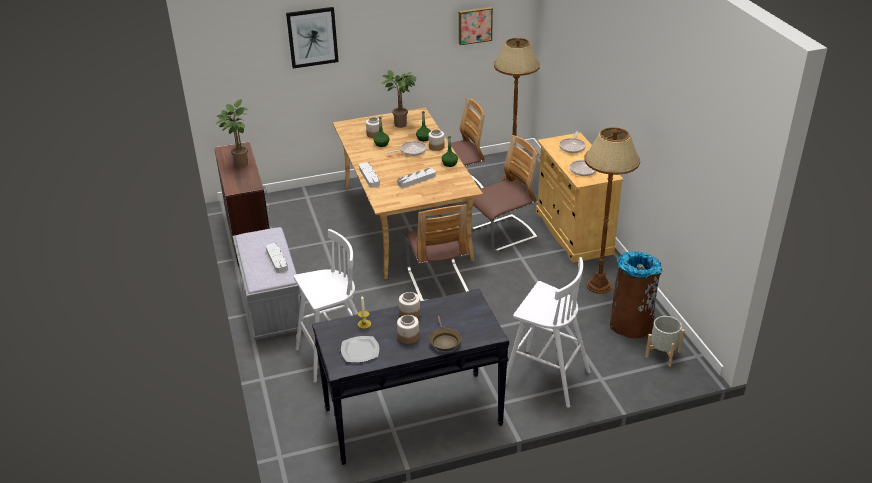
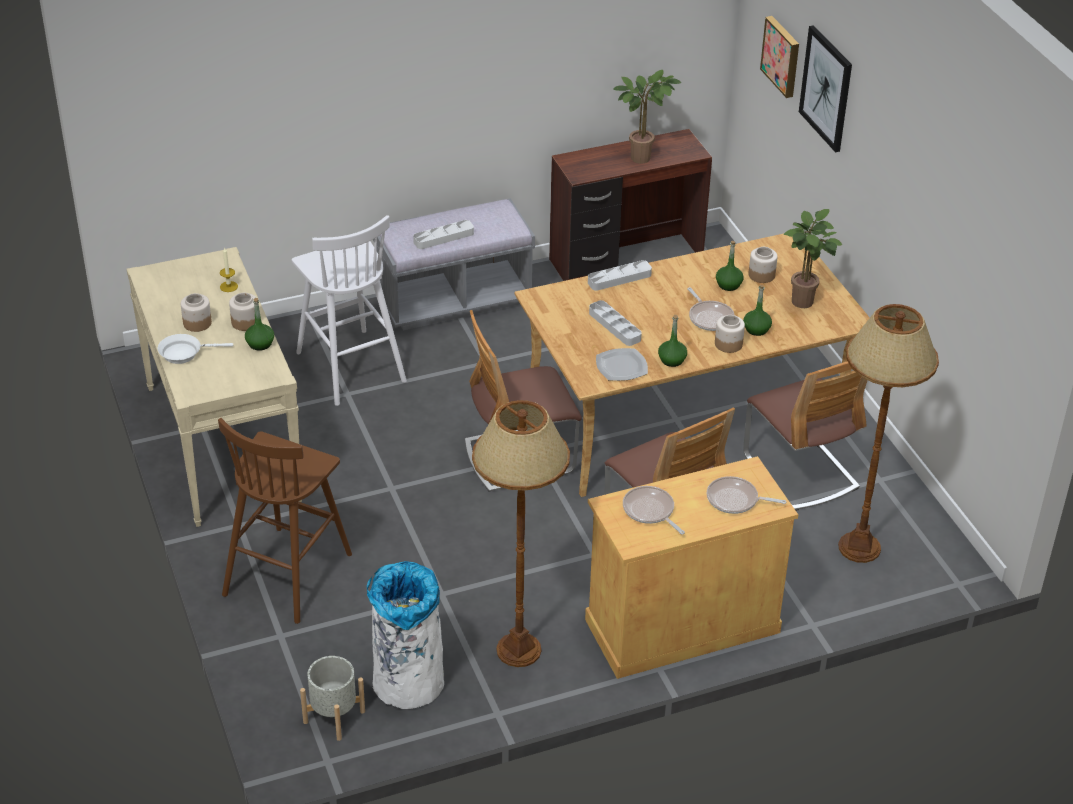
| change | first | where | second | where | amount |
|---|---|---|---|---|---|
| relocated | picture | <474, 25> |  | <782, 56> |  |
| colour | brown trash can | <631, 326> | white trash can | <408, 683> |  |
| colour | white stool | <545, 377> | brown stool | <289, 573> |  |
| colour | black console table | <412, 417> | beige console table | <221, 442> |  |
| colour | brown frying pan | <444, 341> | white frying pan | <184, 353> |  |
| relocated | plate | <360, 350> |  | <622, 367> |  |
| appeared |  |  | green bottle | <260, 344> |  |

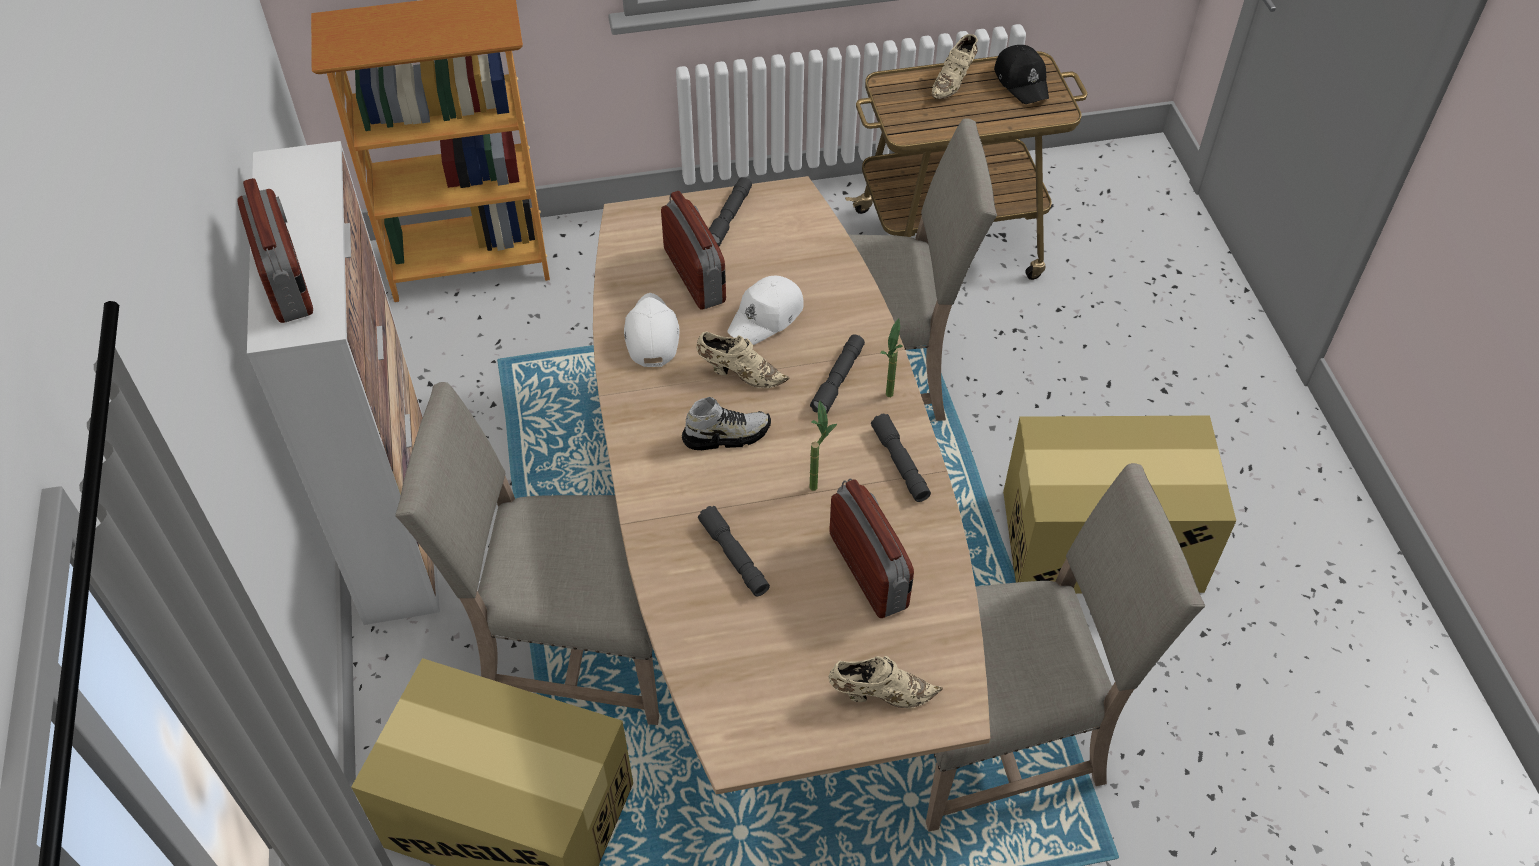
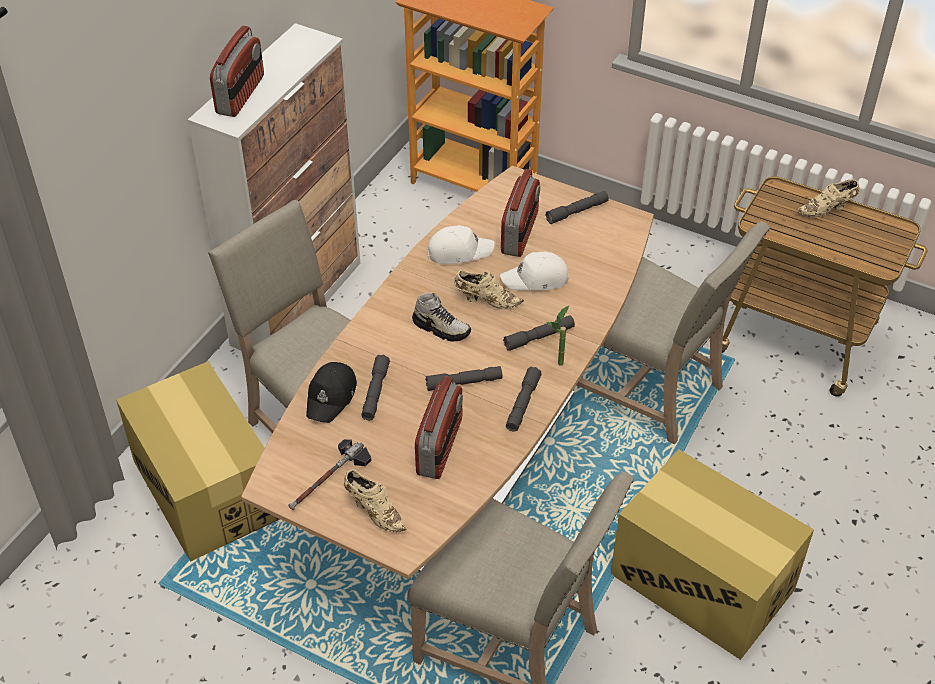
| change | first | where | second | where | amount |
|---|---|---|---|---|---|
| relocated | black cap | <1022, 81> |  | <331, 397> |  |
| spun | white cap | <651, 335> |  | <459, 251> | 45 degrees clockwise |
| spun | beige shoe | <739, 373> |  | <486, 300> | 45 degrees counterclockwise |
| exchanged | potted plant | <816, 481> | grey flashlight | <464, 383> |  |
| appeared |  |  | hammer | <328, 480> |  |

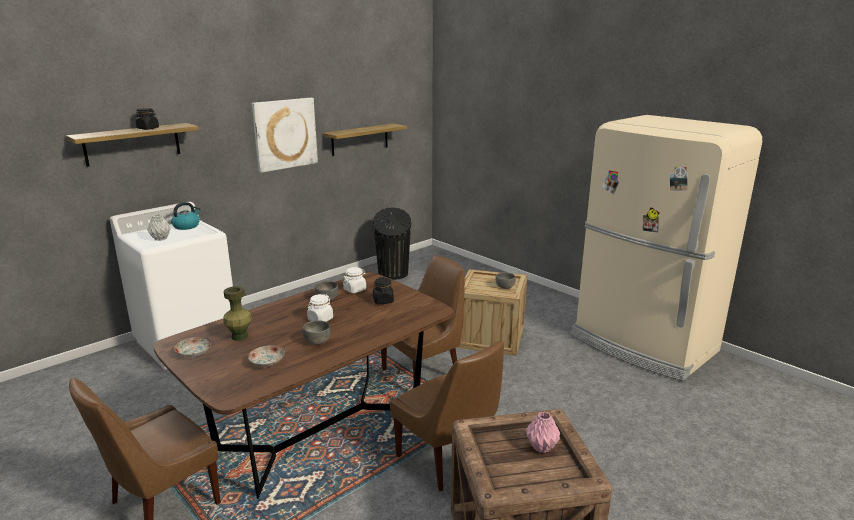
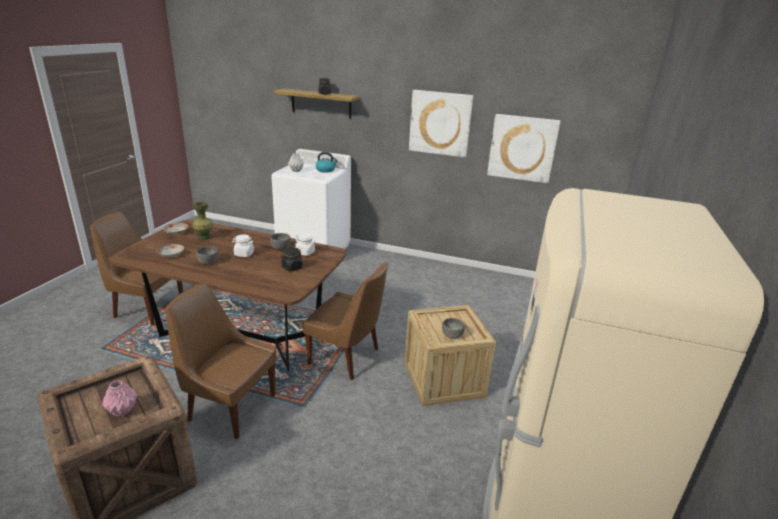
| change | first | where | second | where | amount |
|---|---|---|---|---|---|
| exchanged | shelf | <360, 139> | picture | <522, 148> |  |
| missing | black trash can | <393, 274> |  |  |  |
| spun | brown chair | <448, 459> |  | <229, 406> | 90 degrees clockwise |

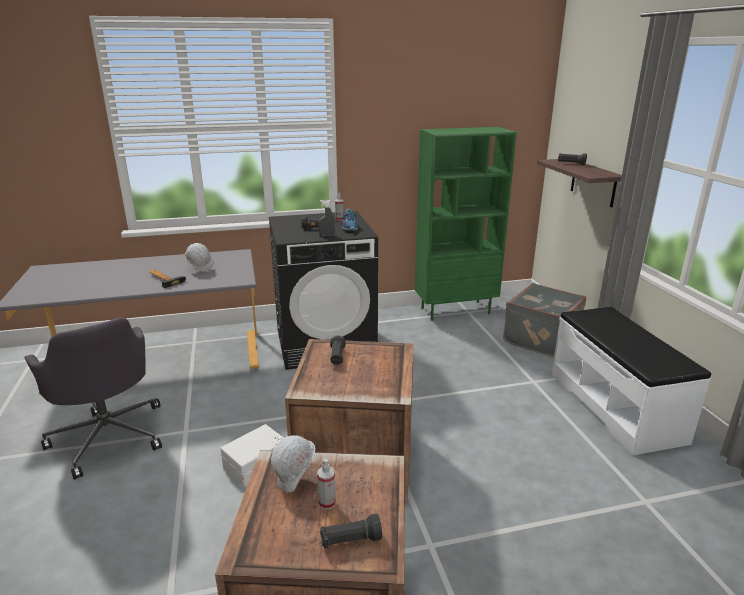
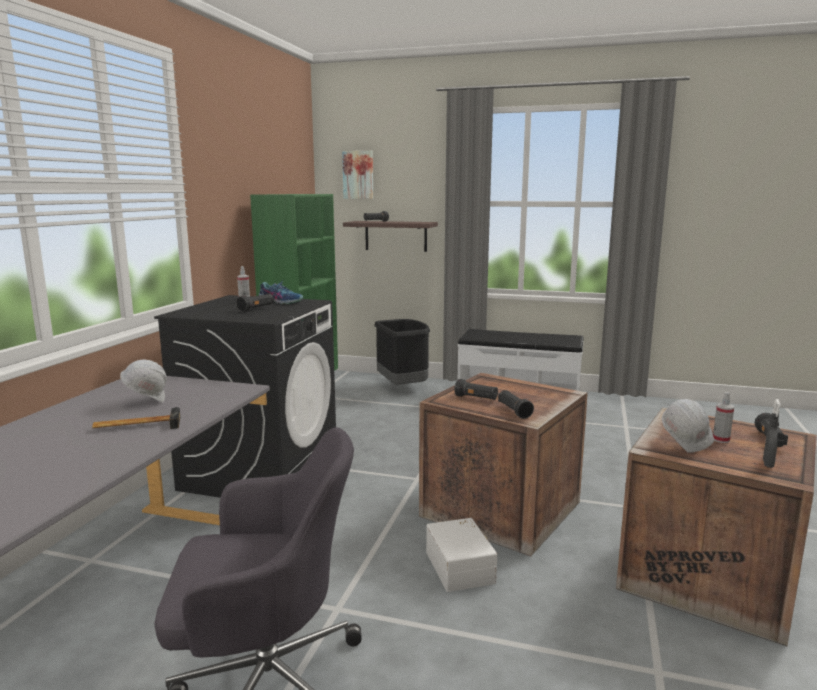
| change | first | where | second | where | amount |
|---|---|---|---|---|---|
| relocated | grey spray bottle | <326, 235> |  | <768, 464> |  |
| exchanged | grey suitcase | <543, 339> | black trash can | <402, 388> |  |
| appeared |  |  | picture | <358, 175> |  |
| appeared |  |  | black flashlight | <514, 411> |  |

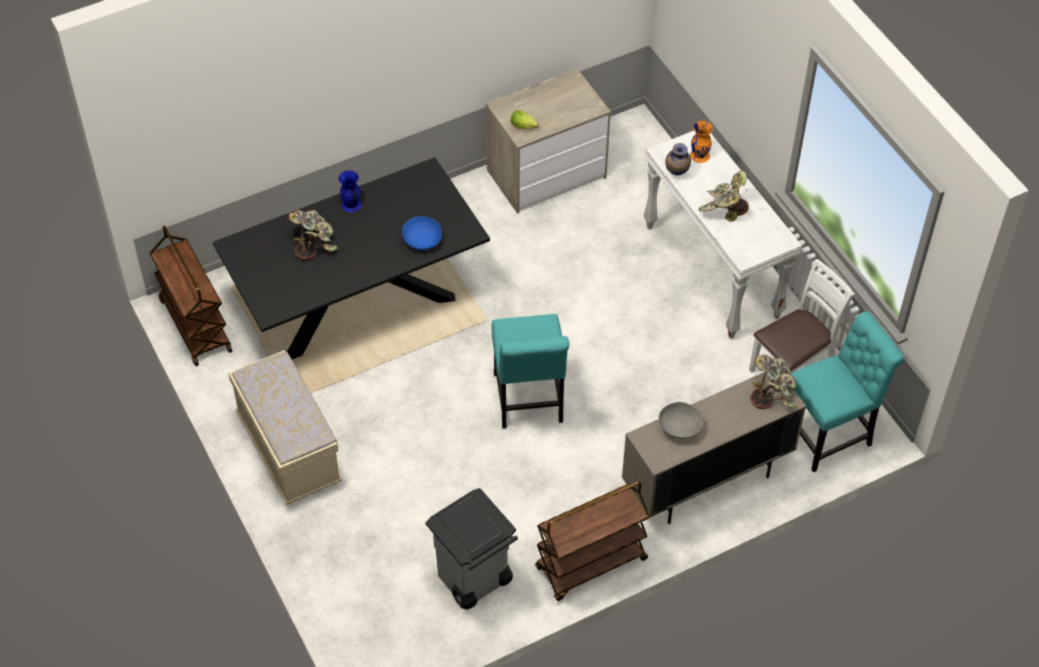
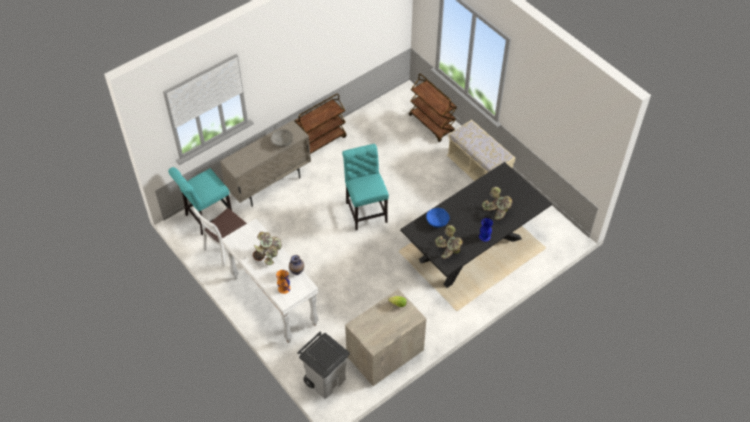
| change | first | where | second | where | amount |
|---|---|---|---|---|---|
| relocated | brown cart | <195, 325> |  | <432, 124> |  |
| relocated | potted plant | <772, 391> |  | <448, 250> |  |
| relocated | grey trash can | <473, 580> |  | <325, 380> |  |

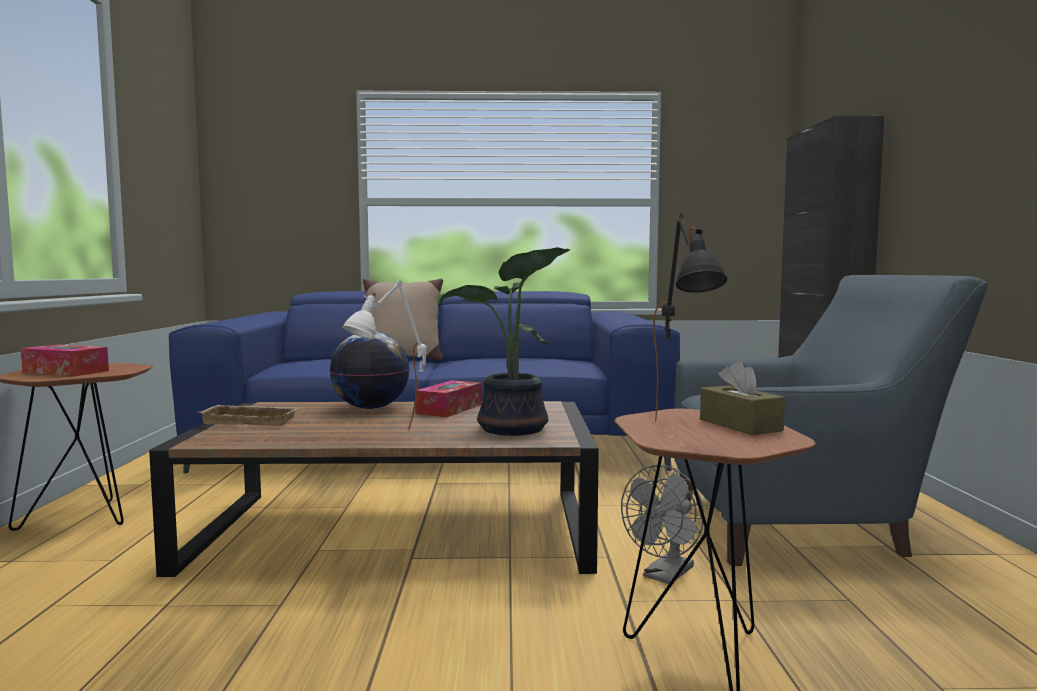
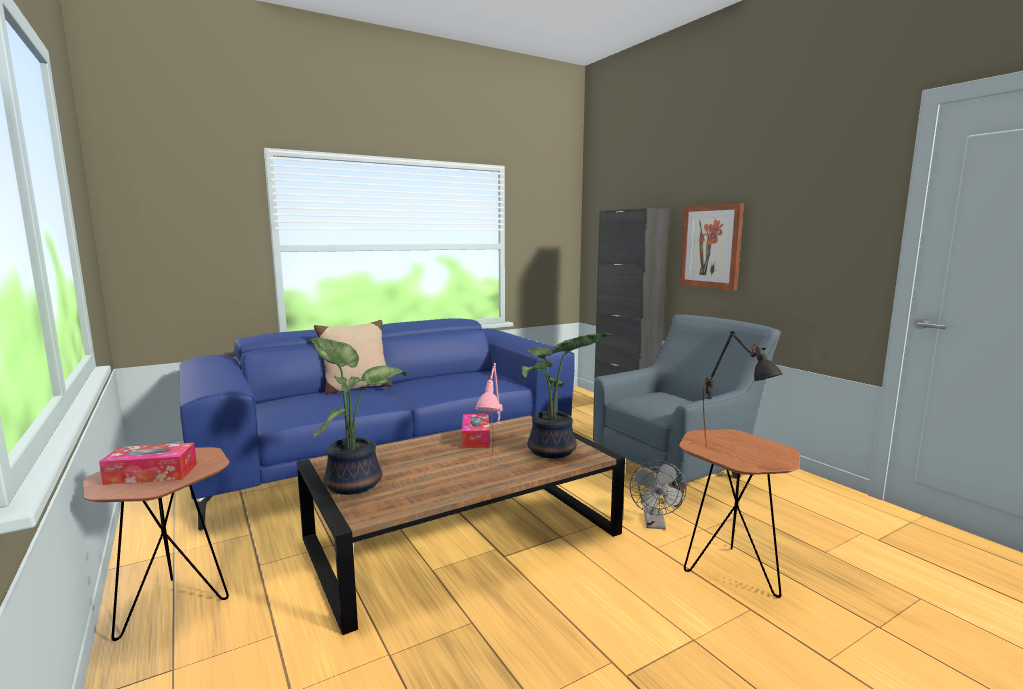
| change | first | where | second | where | amount |
|---|---|---|---|---|---|
| colour | white table lamp | <390, 438> | pink table lamp | <494, 477> |  |
| missing | globe | <371, 408> |  |  |  |
| missing | brown tissue box | <740, 425> |  |  |  |
| exchanged | beige tray | <252, 421> | potted plant | <354, 482> |  |
| appeared |  |  | picture | <711, 246> |  |

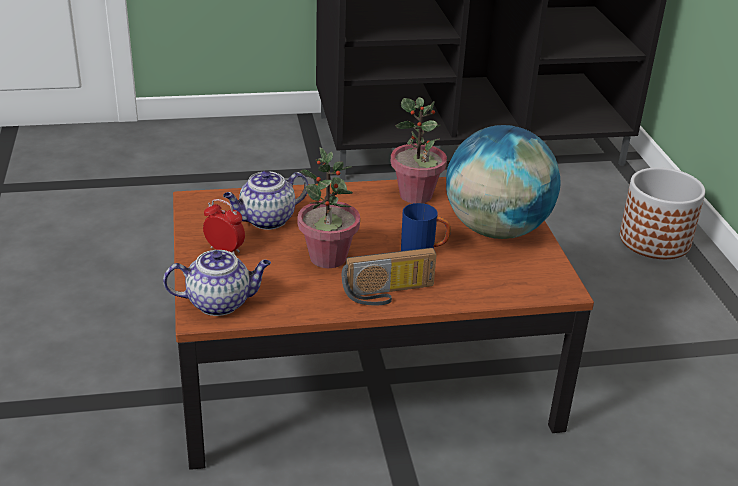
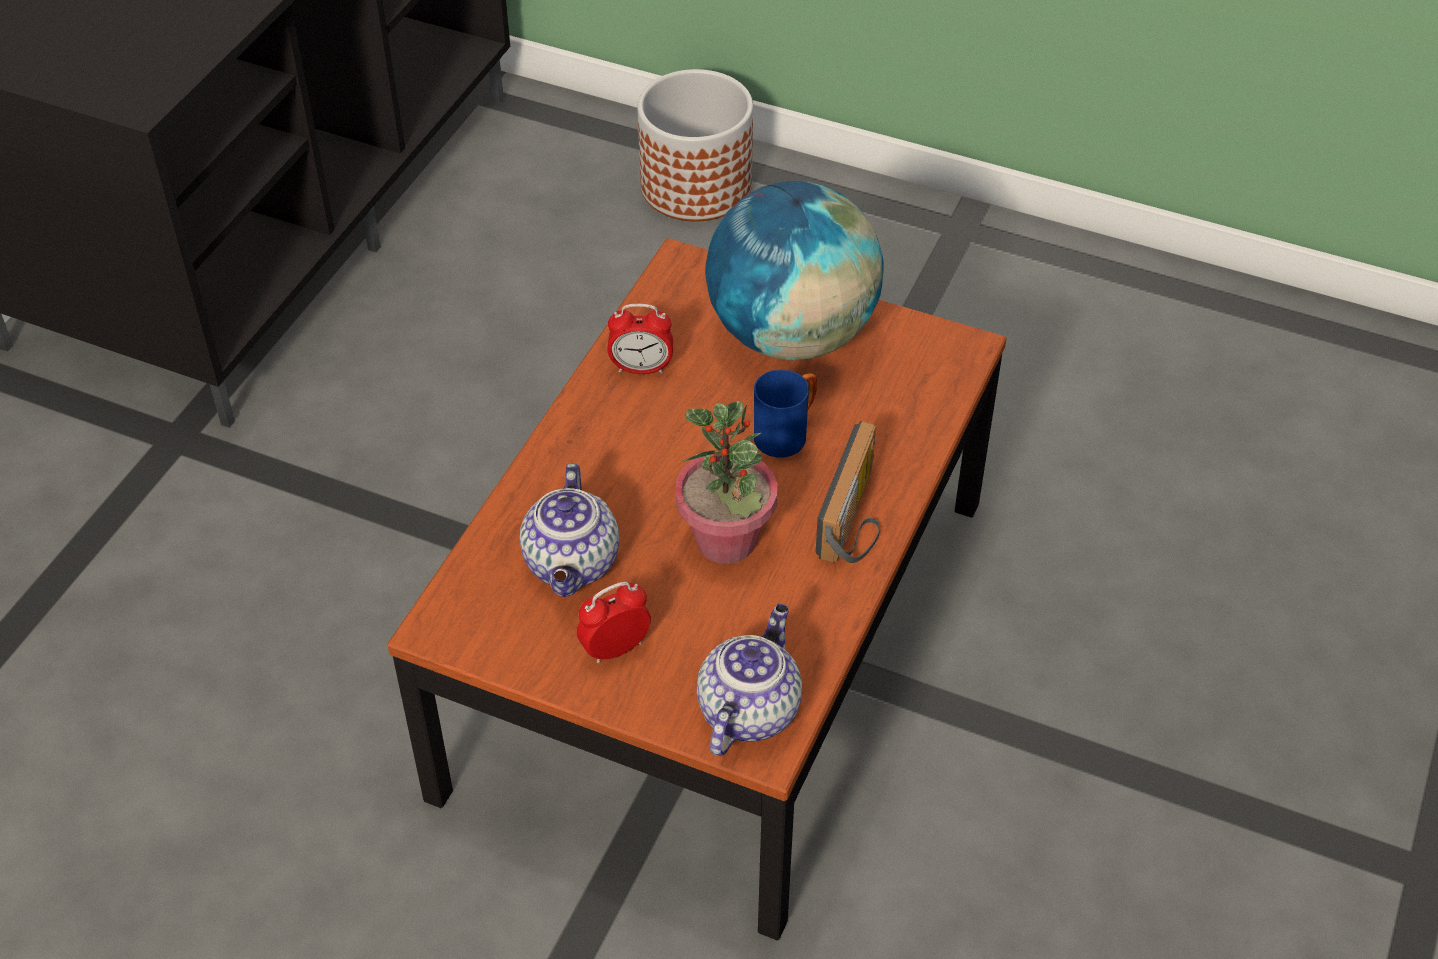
| change | first | where | second | where | amount |
|---|---|---|---|---|---|
| exchanged | potted plant | <416, 195> | alarm clock | <641, 368> |  |

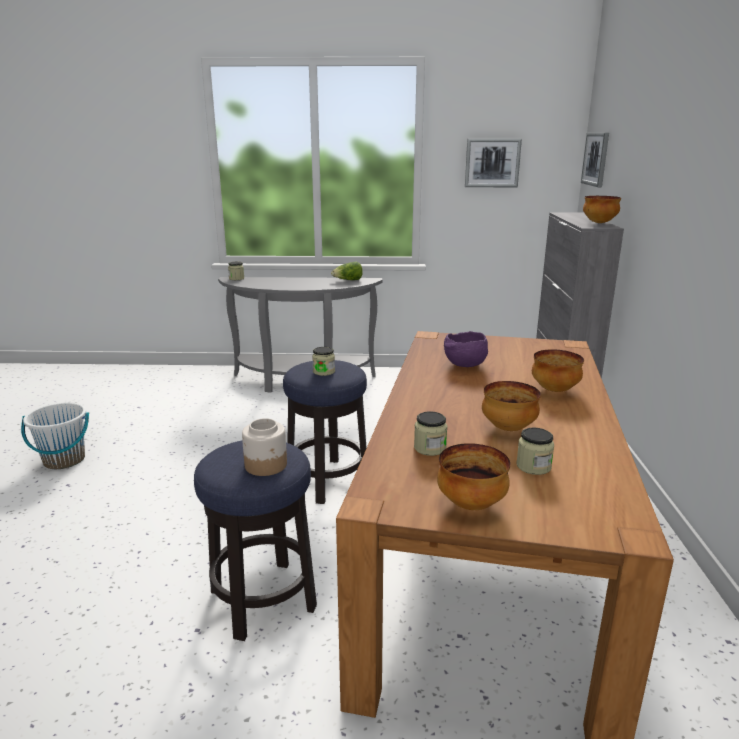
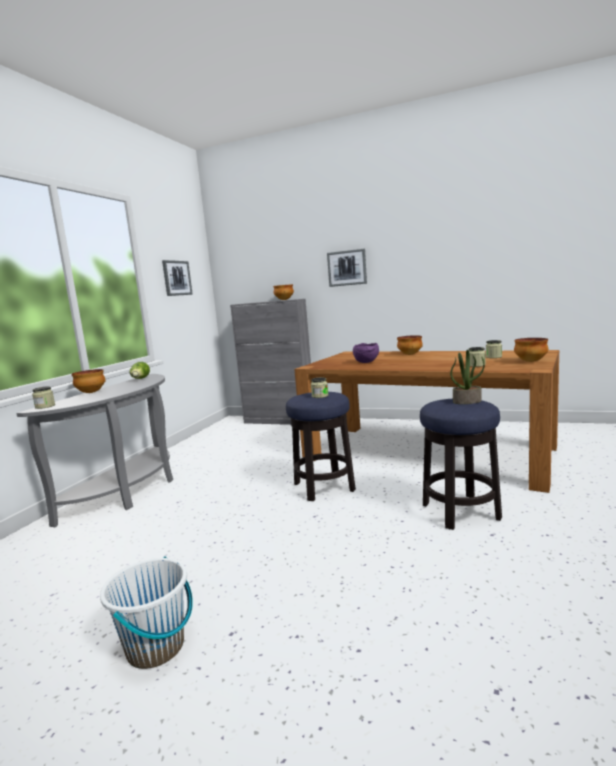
| change | first | where | second | where | amount |
|---|---|---|---|---|---|
| relocated | picture | <596, 159> |  | <347, 268> |  |
| relocated | bowl | <507, 428> |  | <91, 392> |  |
| exchanged | jar | <266, 465> | potted plant | <467, 401> |  |

